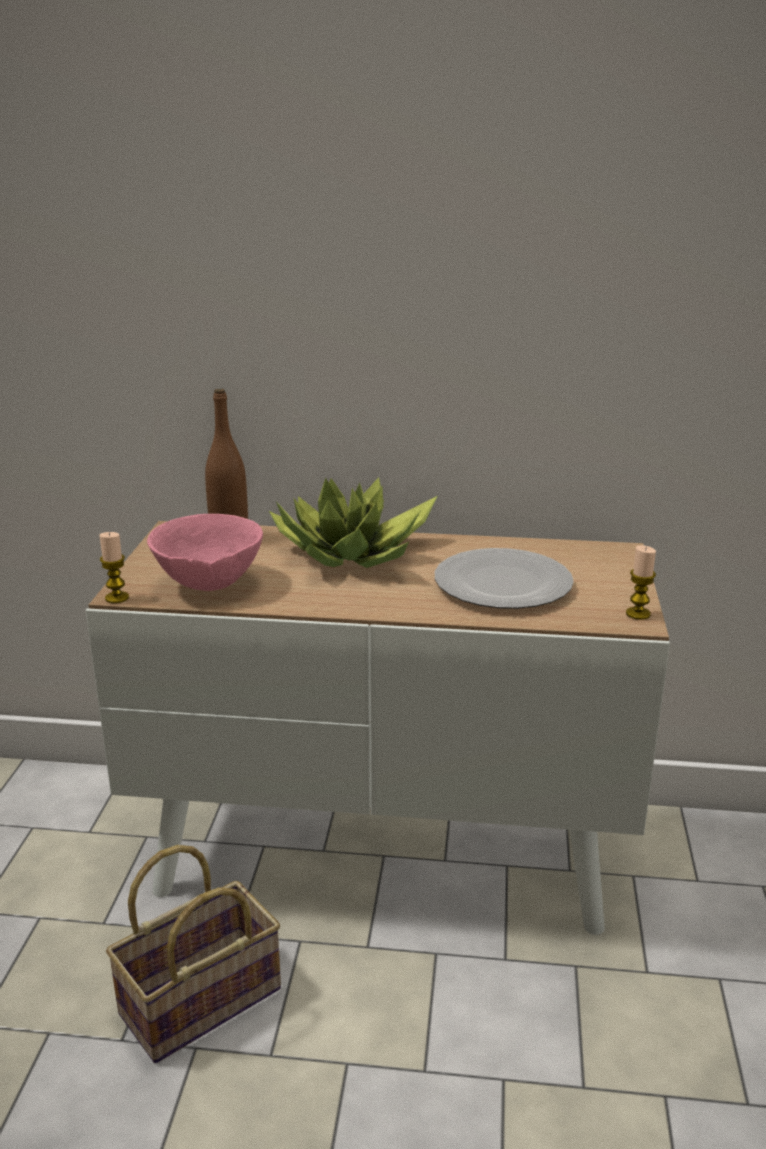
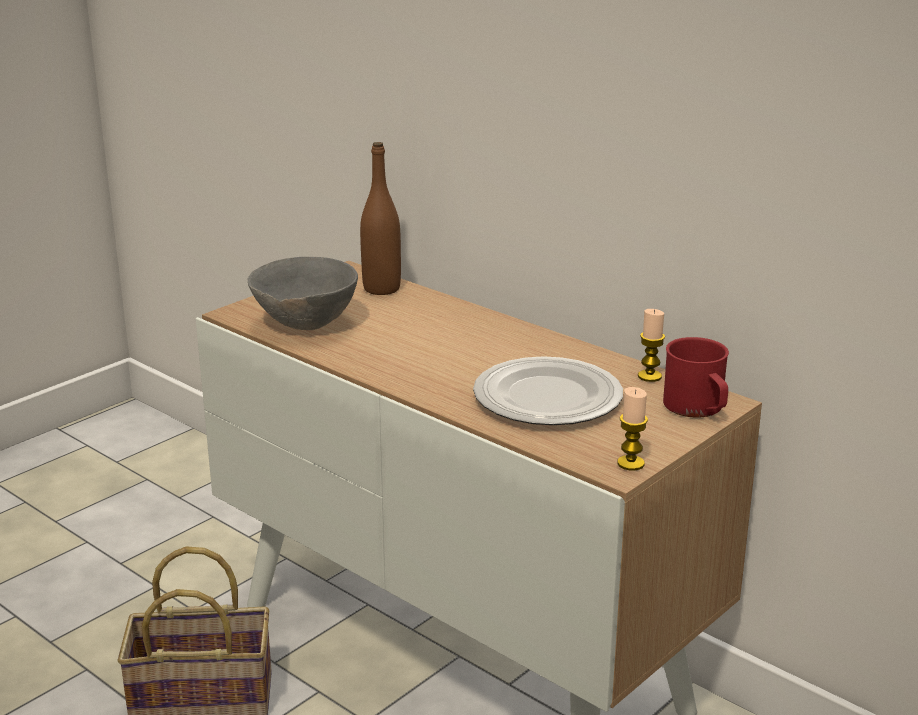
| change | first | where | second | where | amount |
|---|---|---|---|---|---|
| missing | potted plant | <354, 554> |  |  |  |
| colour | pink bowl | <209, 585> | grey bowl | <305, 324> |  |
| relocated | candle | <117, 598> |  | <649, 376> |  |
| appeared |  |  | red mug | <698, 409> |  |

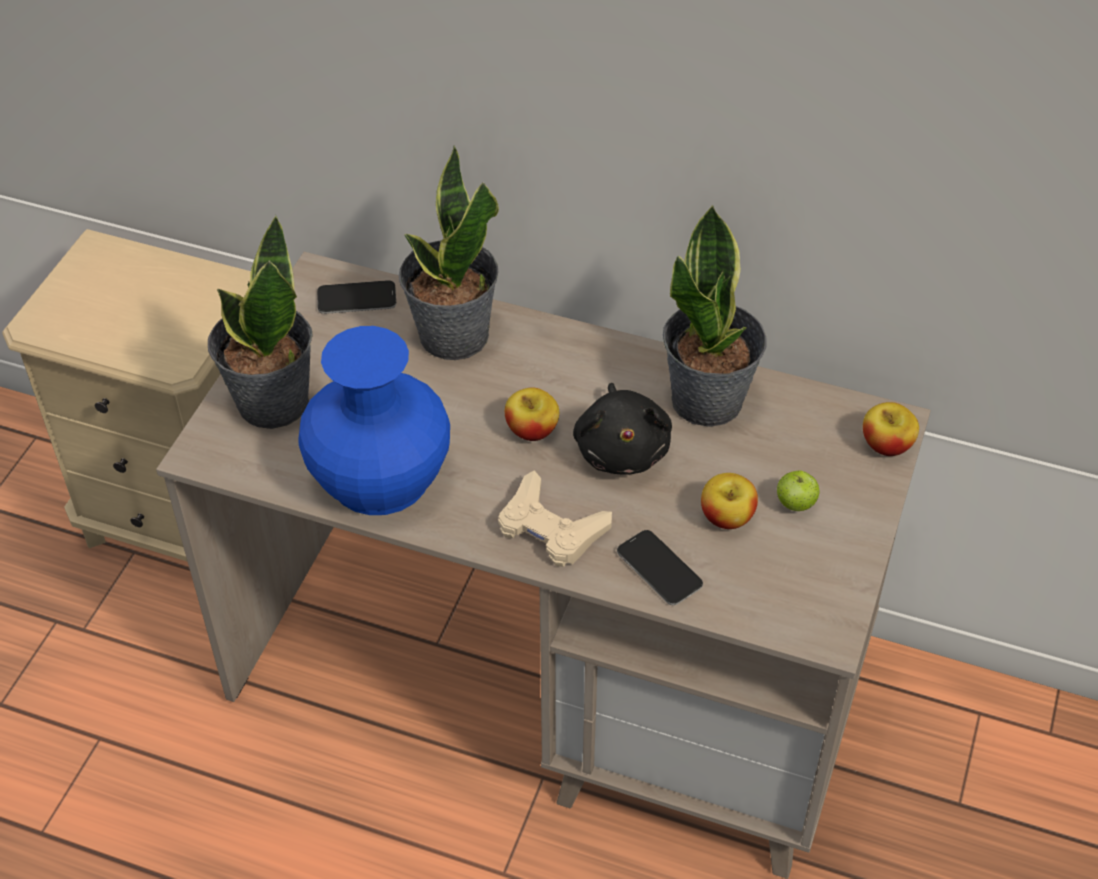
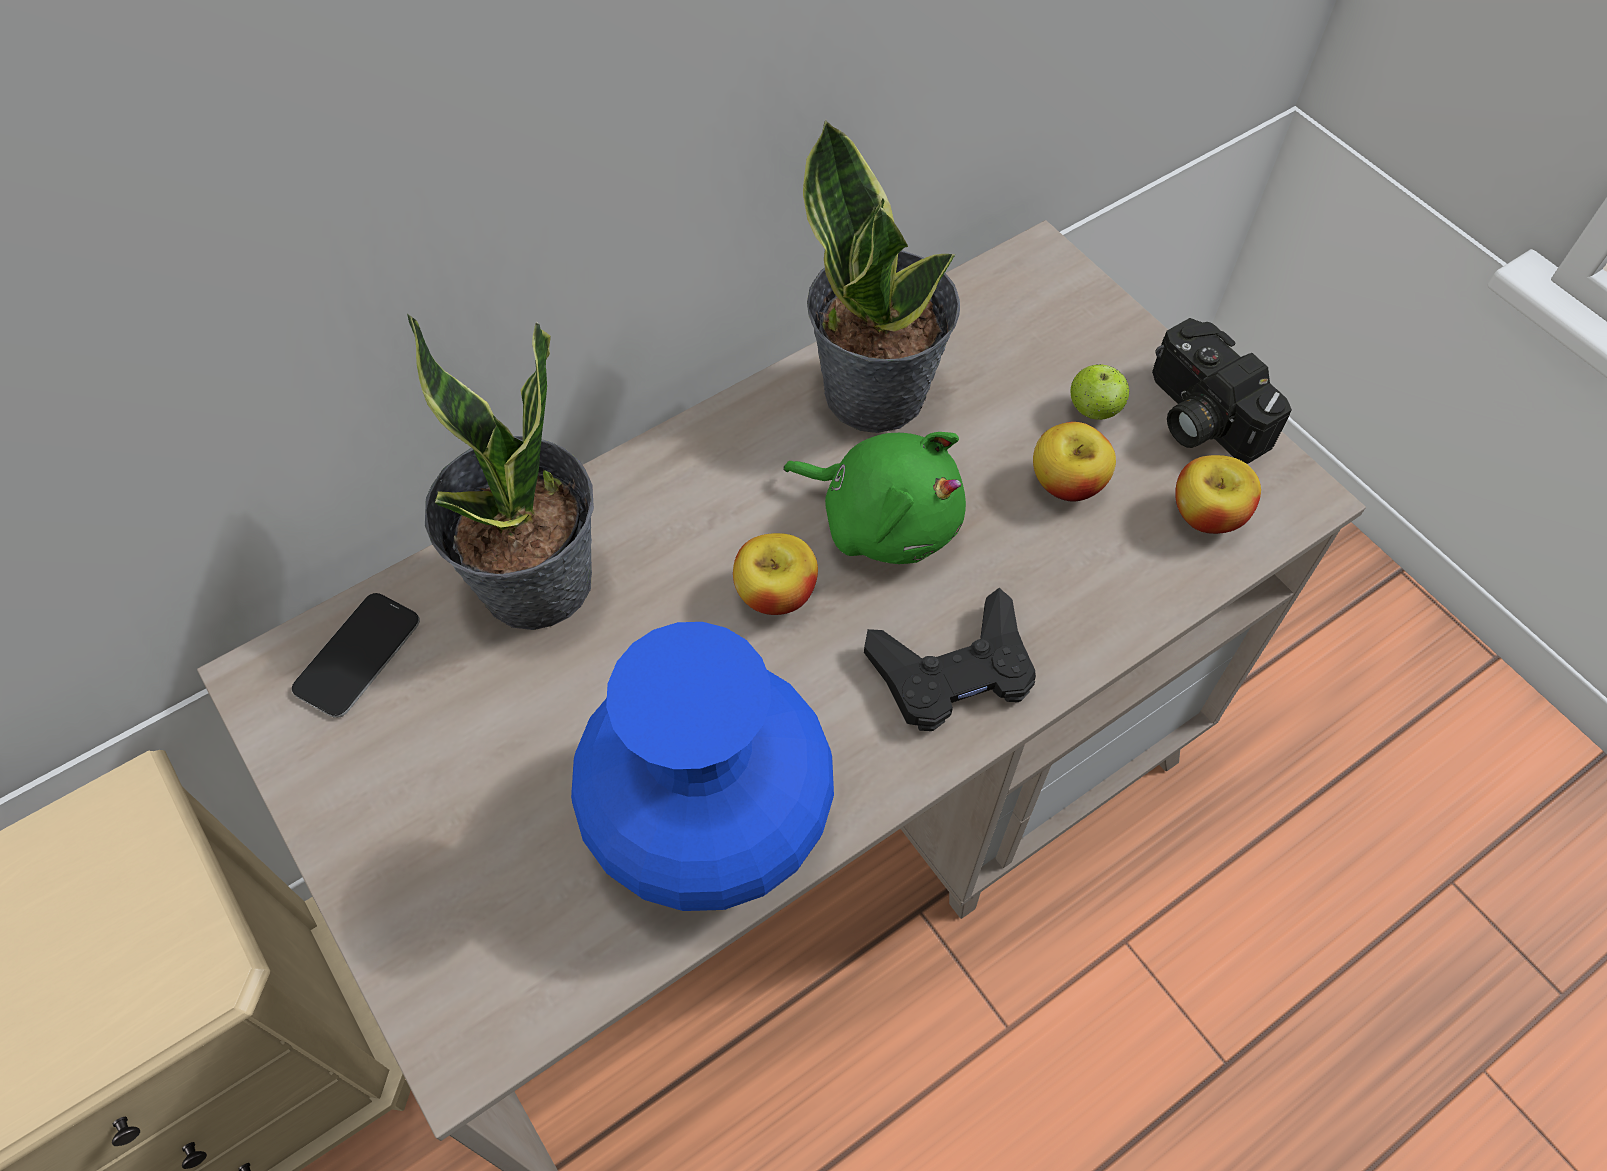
| change | first | where | second | where | amount |
|---|---|---|---|---|---|
| missing | potted plant | <271, 402> |  |  |  |
| colour | black plush toy | <622, 449> | green plush toy | <884, 519> |  |
| relocated | apple | <886, 445> |  | <1207, 515> |  |
| colour | beige game controller | <550, 528> | black game controller | <953, 671> |  |
| missing | phone | <659, 569> |  |  |  |
| appeared |  |  | photo camera | <1197, 417> |  |

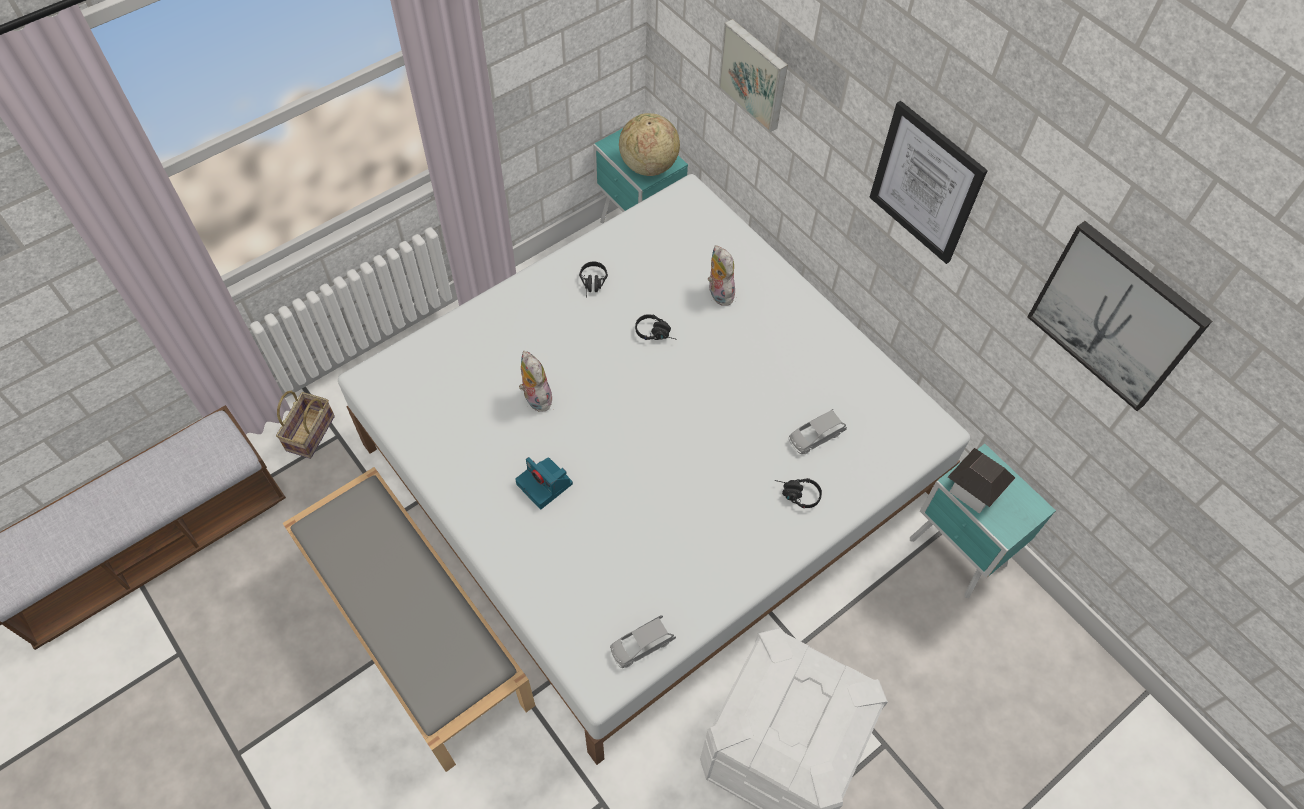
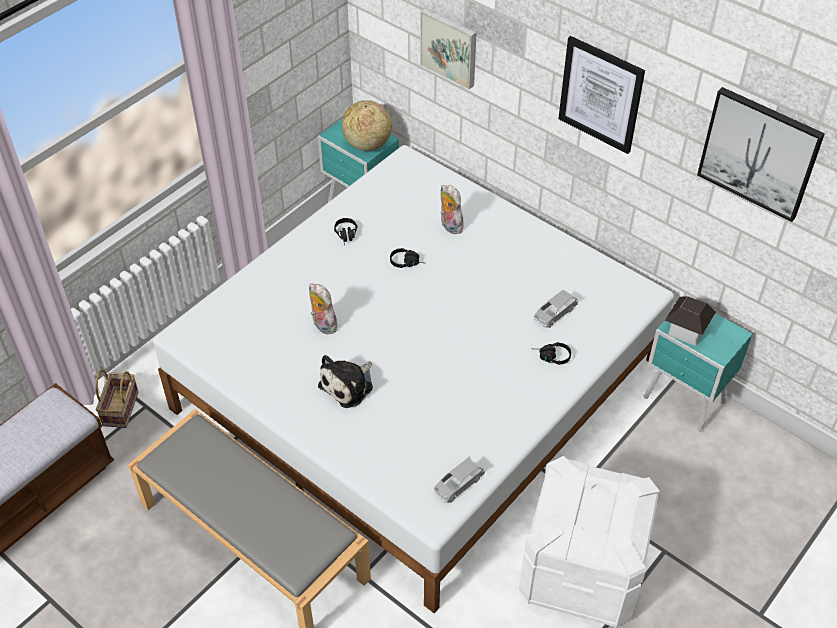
| change | first | where | second | where | amount |
|---|---|---|---|---|---|
| exchanged | photo camera | <545, 484> | plush toy | <348, 385> |  |

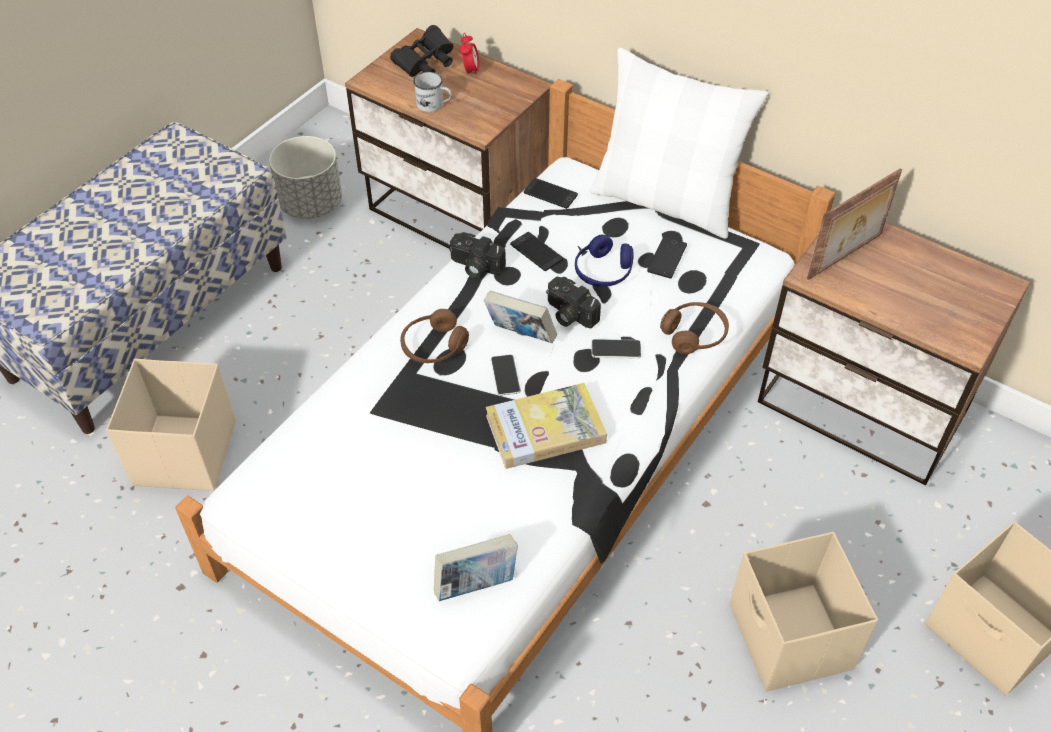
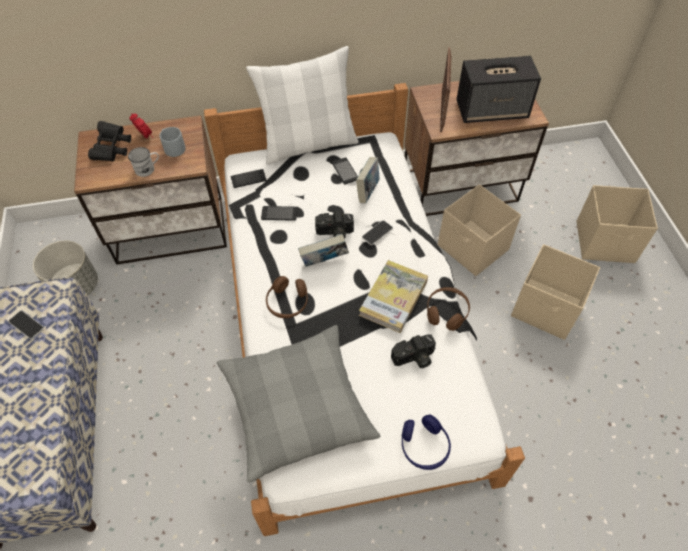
| change | first | where | second | where | amount |
|---|---|---|---|---|---|
| relocated | photo camera | <475, 266> |  | <414, 359> |  |
| relocated | blue headphones | <603, 271> |  | <424, 446> |  |
| relocated | brown headphones | <694, 334> |  | <446, 312> |  |
| relocated | phone | <505, 375> |  | <26, 325> |  |
| relocated | beige storage box | <184, 454> |  | <473, 248> |  |
| relocated | book | <476, 584> |  | <367, 191> |  |
| appeared |  |  | speaker | <492, 110> |  |
| appeared |  |  | grey mug | <172, 147> |  |
| appeared |  |  | grey pillow | <297, 406> |  |

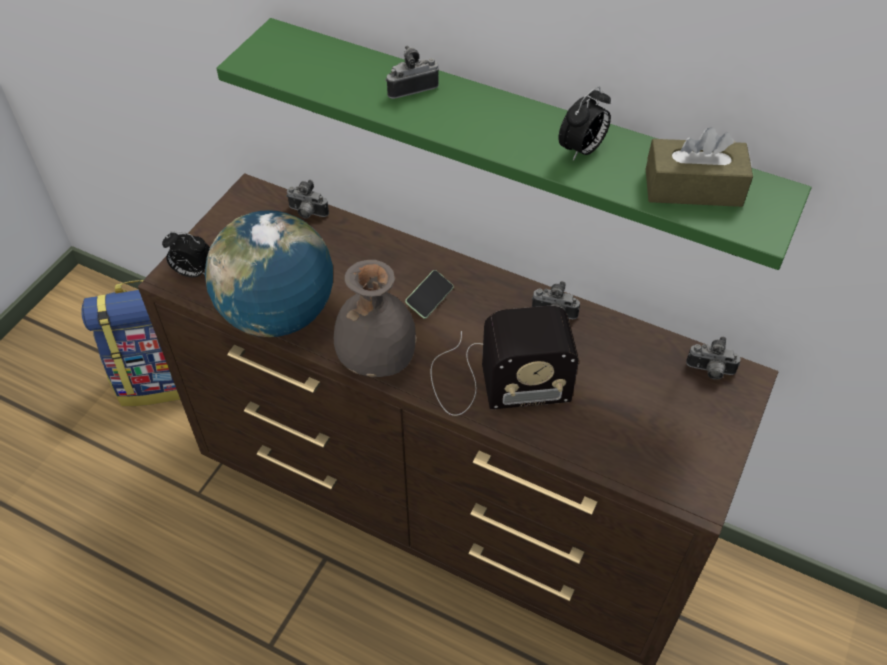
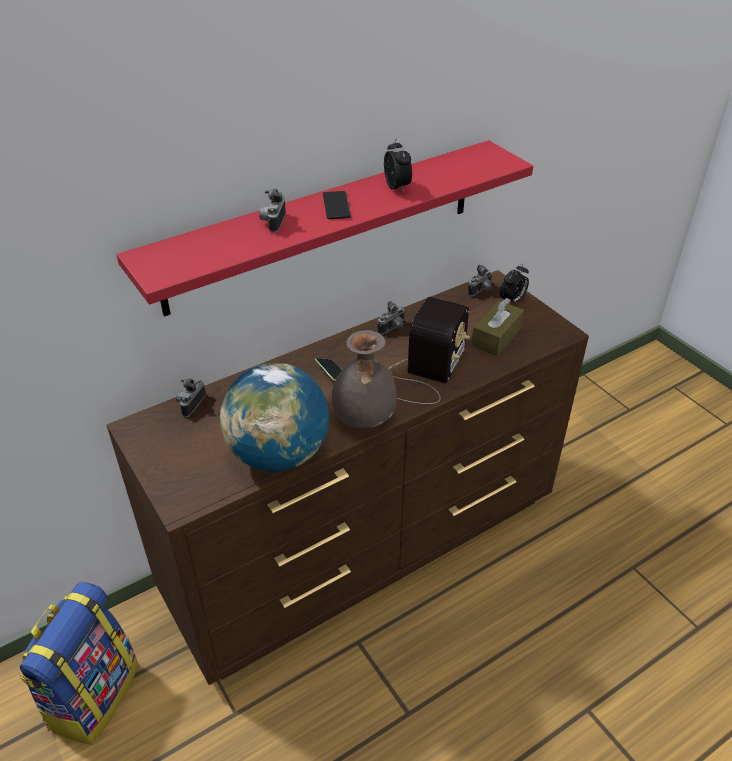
| change | first | where | second | where | amount |
|---|---|---|---|---|---|
| colour | green shelf | <514, 137> | red shelf | <324, 225> |  |
| relocated | brown tissue box | <693, 188> |  | <496, 337> |  |
| spun | photo camera | <307, 213> |  | <190, 404> | 150 degrees clockwise |
| relocated | alarm clock | <193, 272> |  | <512, 300> |  |
| appeared |  |  | phone | <336, 206> |  |

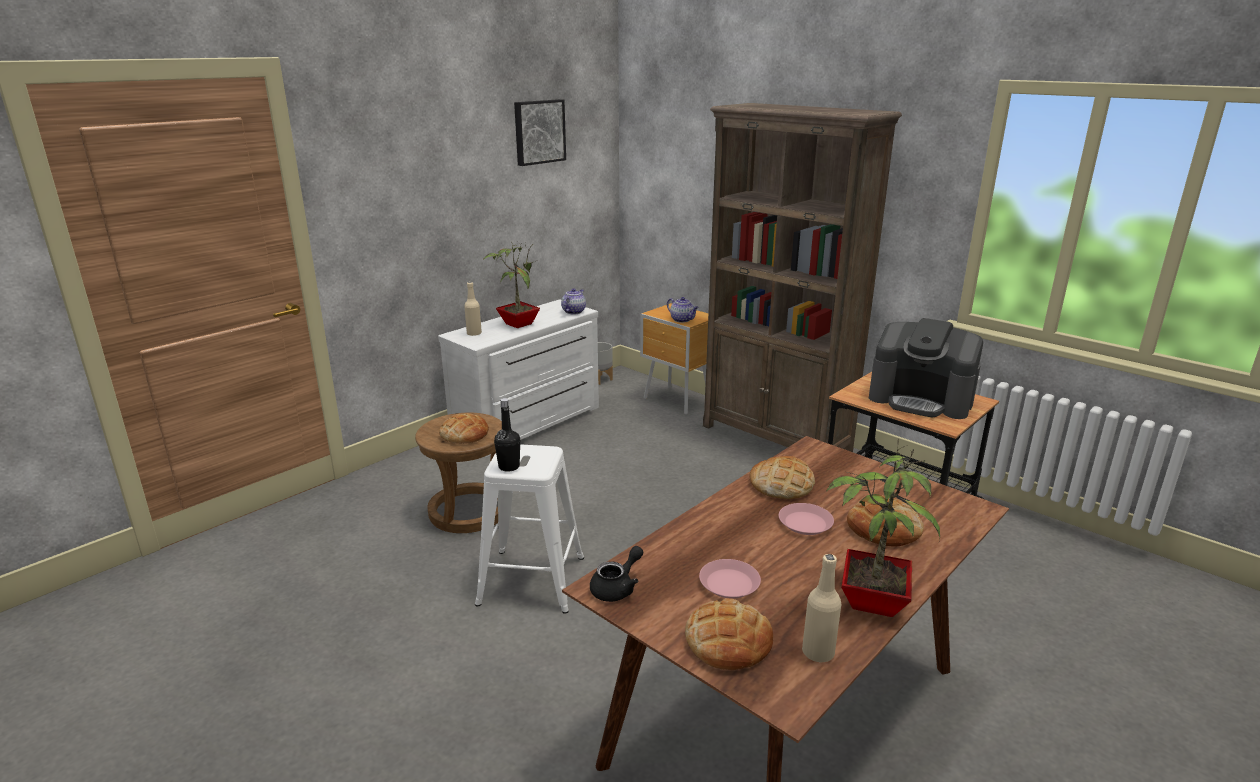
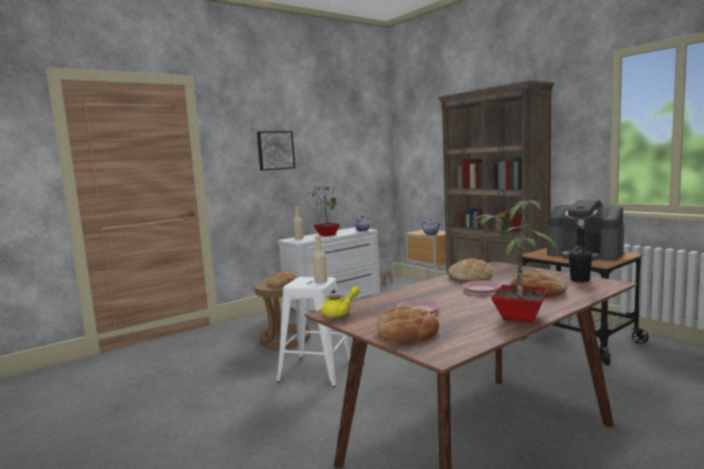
| change | first | where | second | where | amount |
|---|---|---|---|---|---|
| relocated | picture | <538, 132> |  | <275, 150> |  |
| relocated | black bottle | <509, 467> |  | <579, 280> |  |
| colour | black teapot | <617, 588> | yellow teapot | <340, 313> |  |
| relocated | beige bottle | <818, 652> |  | <321, 282> |  |

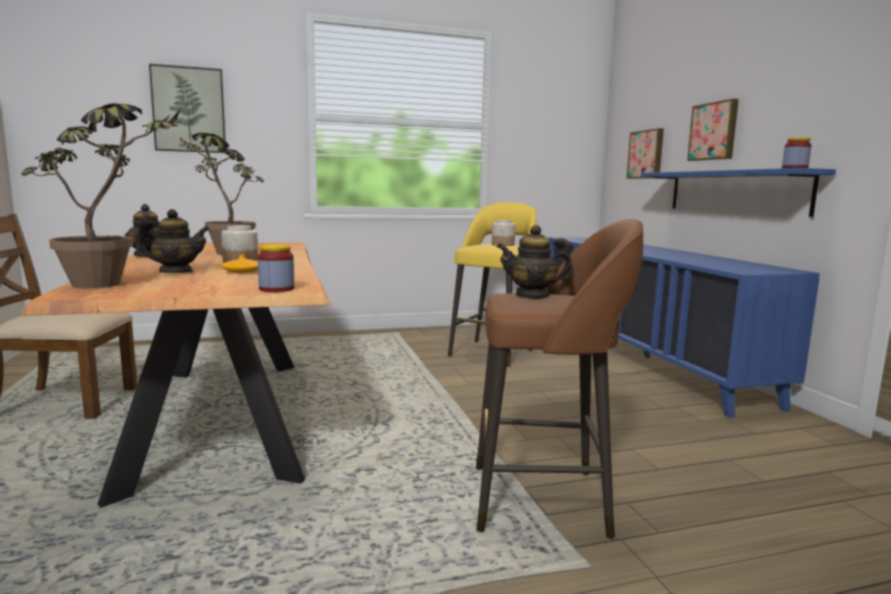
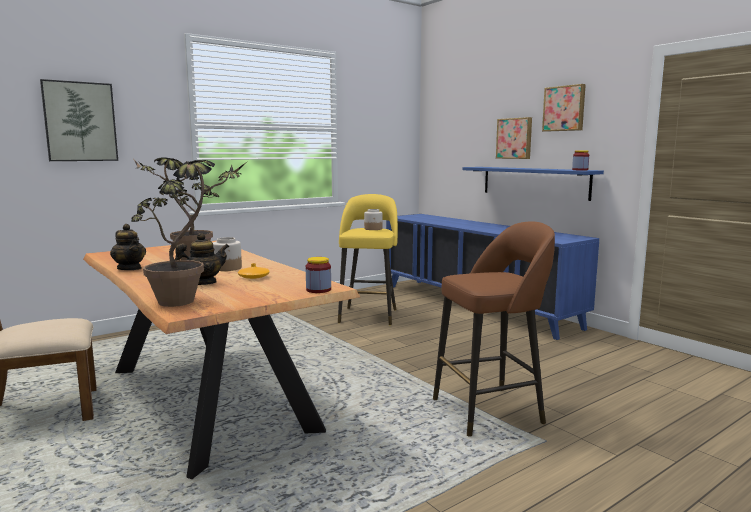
| change | first | where | second | where | amount |
|---|---|---|---|---|---|
| relocated | picture | <646, 154> |  | <564, 108> |  |
| missing | teapot | <532, 295> |  |  |  |

